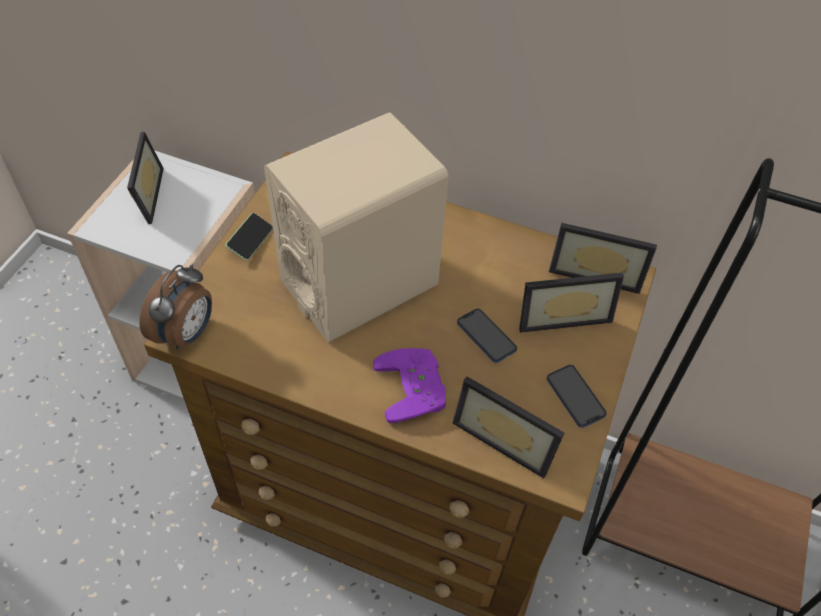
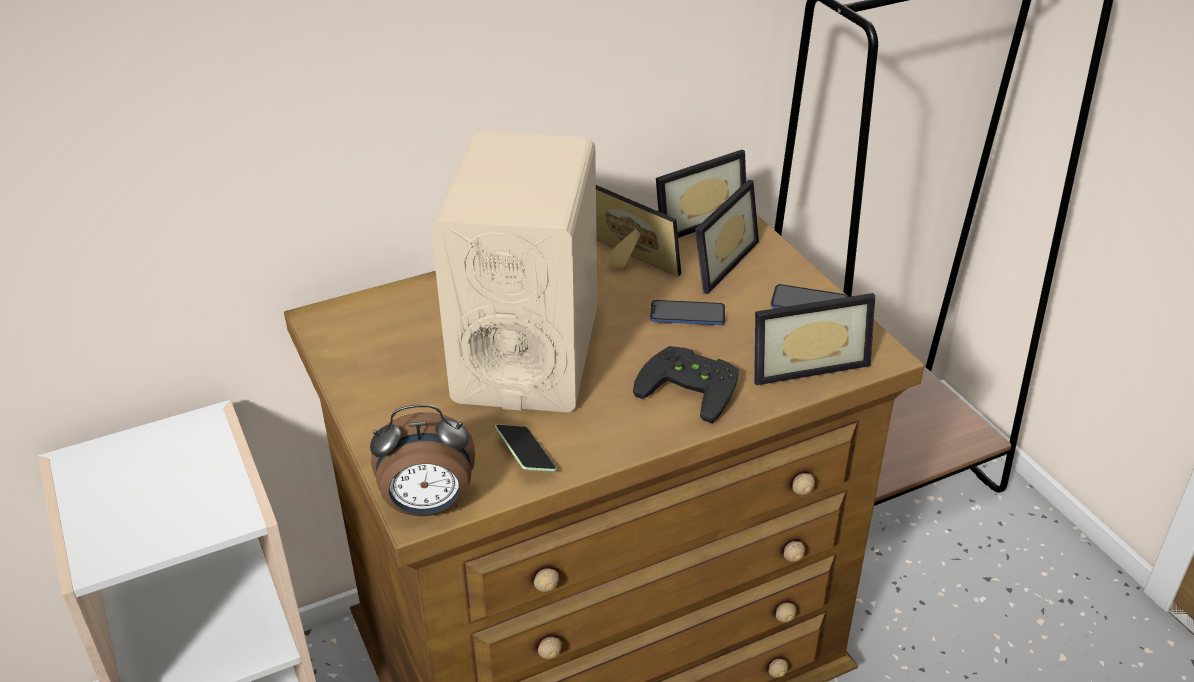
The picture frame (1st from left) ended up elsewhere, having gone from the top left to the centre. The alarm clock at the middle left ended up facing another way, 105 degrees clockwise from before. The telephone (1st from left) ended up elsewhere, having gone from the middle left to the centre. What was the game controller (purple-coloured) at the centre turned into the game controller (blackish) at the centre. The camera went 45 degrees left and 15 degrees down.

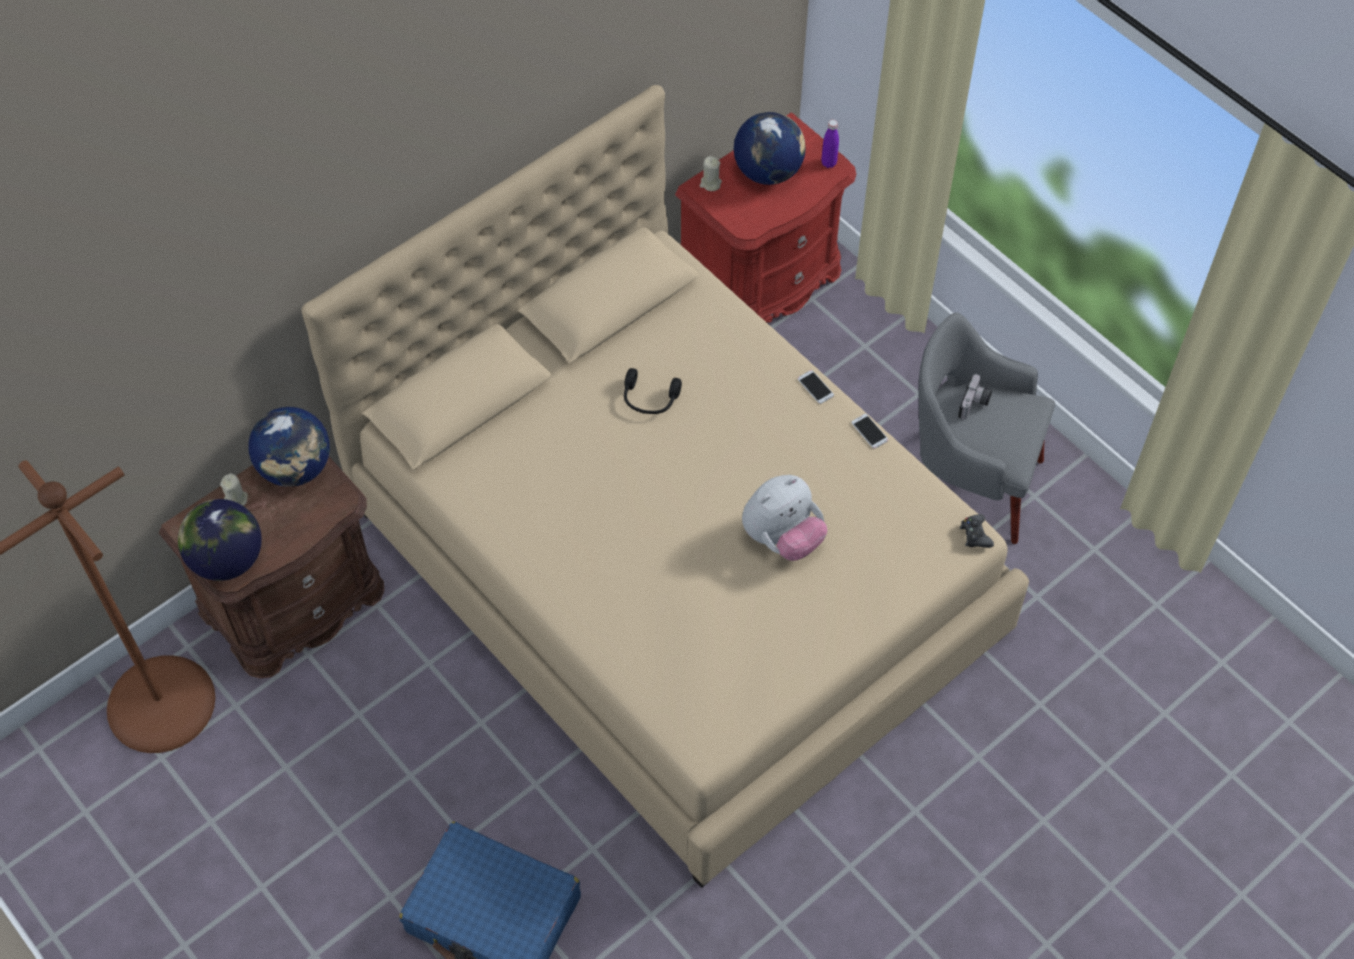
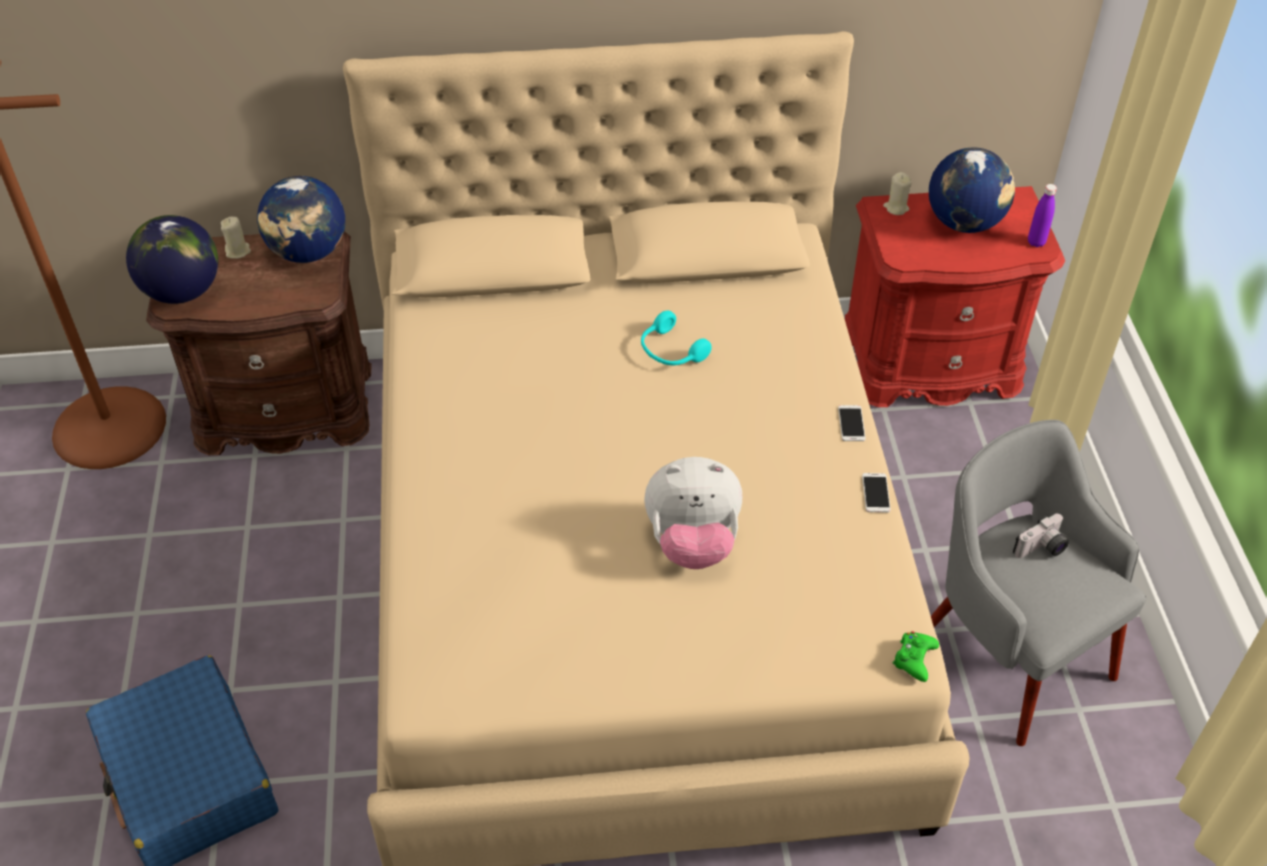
What was the pair of headphones (blackish) at the centre turned into the pair of headphones (turquoise-coloured) at the centre. What was the game controller (blackish) at the middle right turned into the game controller (green) at the bottom right. The camera went 35 degrees right and 10 degrees down.

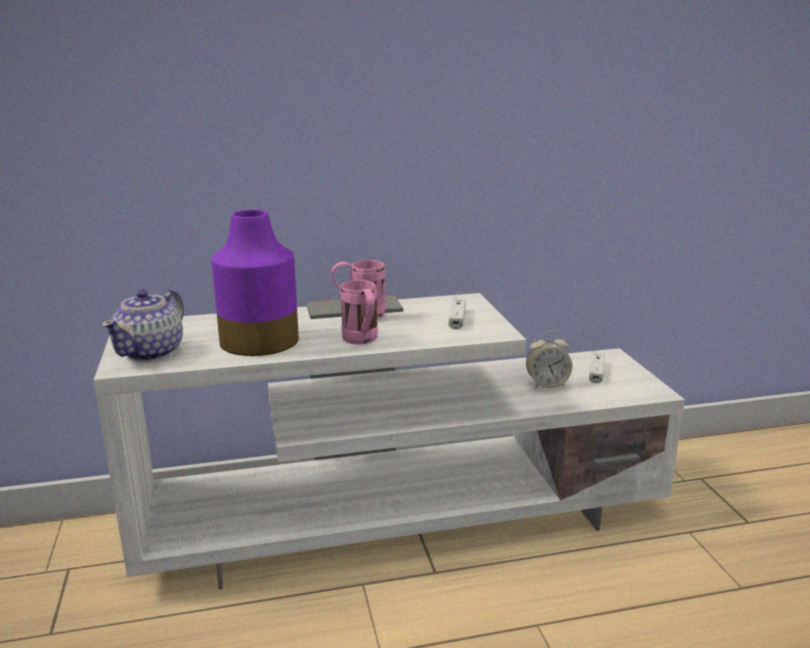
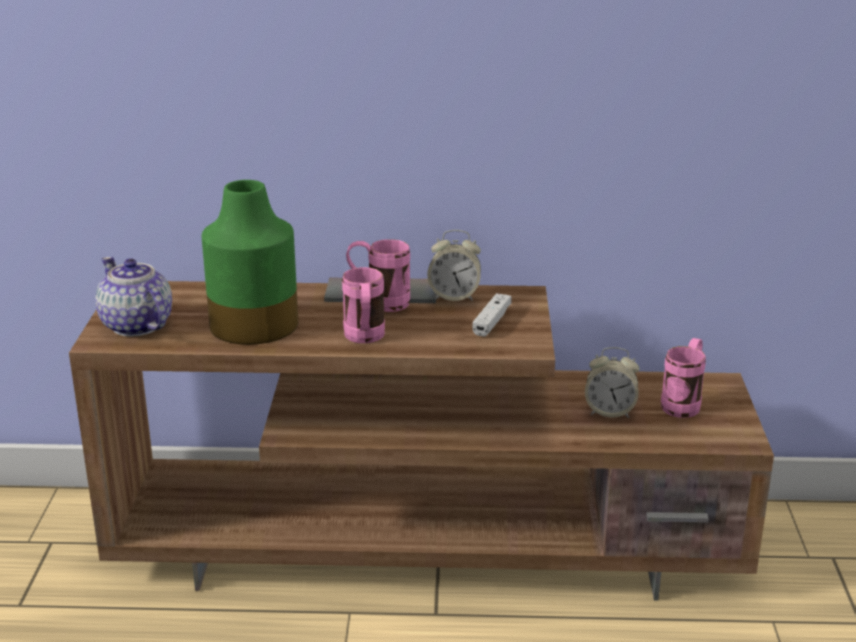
What was the media console (white) at the bottom centre turned into the media console (brown) at the bottom centre. The tea pot at the middle left ended up facing another way, 105 degrees clockwise from before. What was the flower vase (purple-coloured) at the middle left turned into the flower vase (green) at the middle left. Where the game controller (white) (2nd from left) stood at the middle right, the tea mug (pink) (3rd from left) came to stand at the middle right. The second view gained the alarm clock (1st from left) at the centre. The camera went 15 degrees right and 5 degrees up.

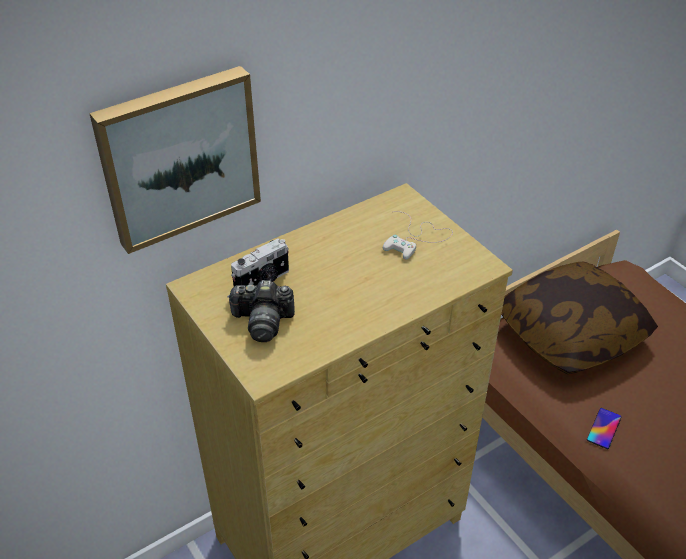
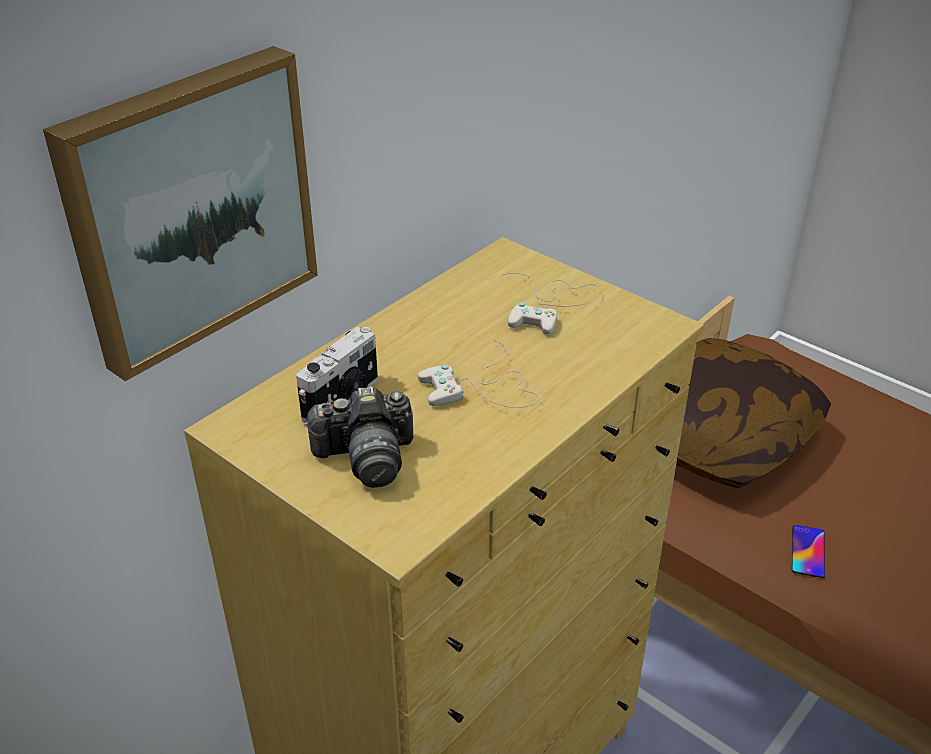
The second view gained the game controller (white) (1st from left) at the centre. The camera went 15 degrees left and 5 degrees down.

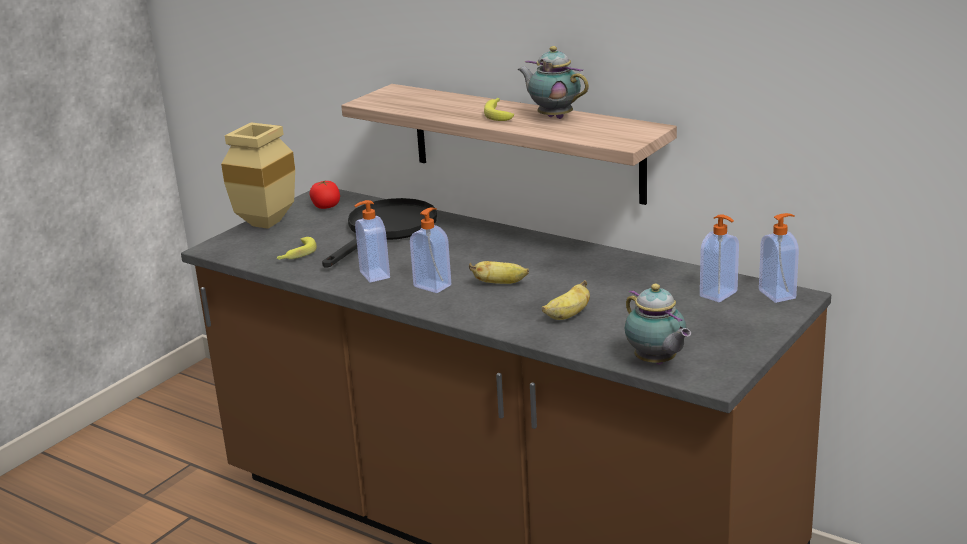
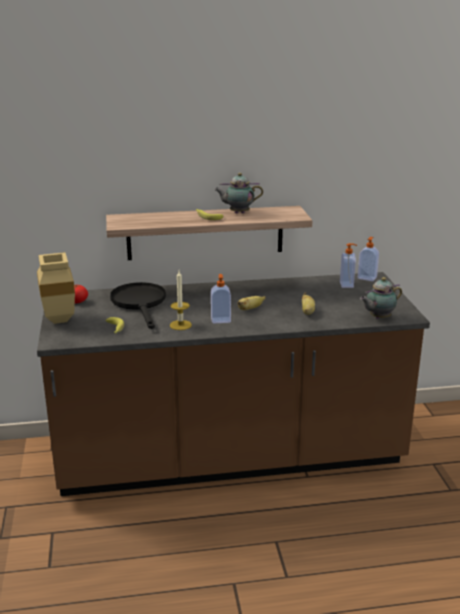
Where the liquid soap bottle (1st from left) stood at the centre, the wax light came to stand at the centre. The tea pot (2nd from left) at the middle right ended up facing another way, 135 degrees clockwise from before. The camera went 45 degrees left and 0 degrees up.

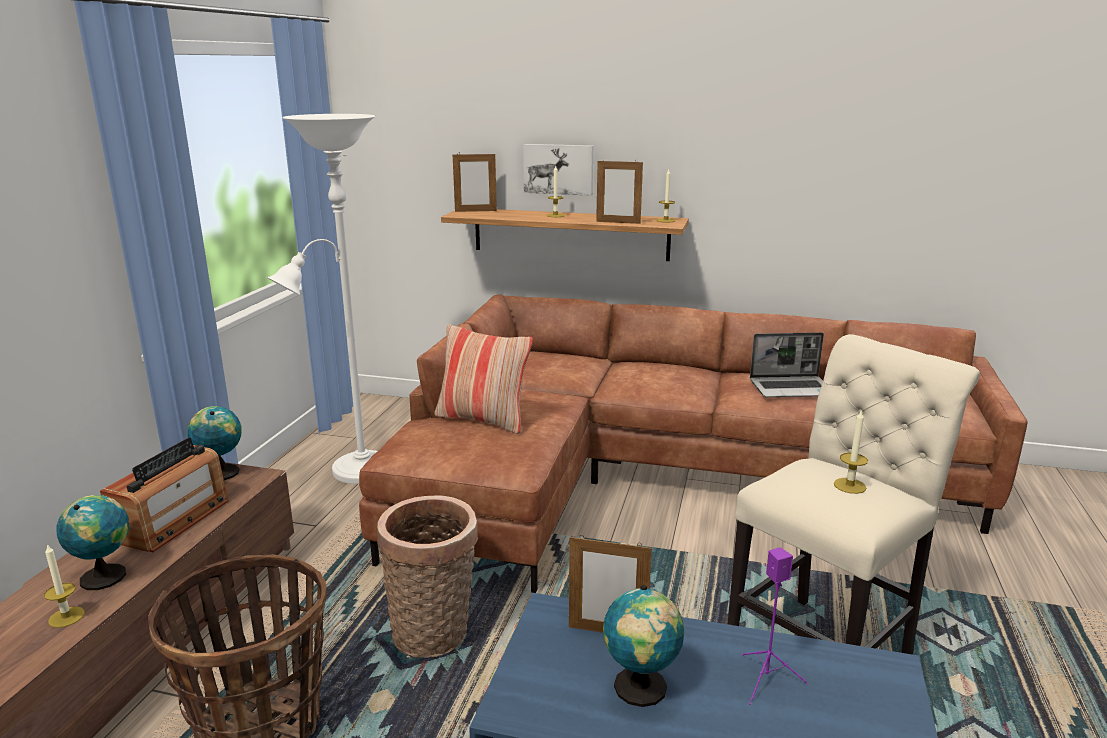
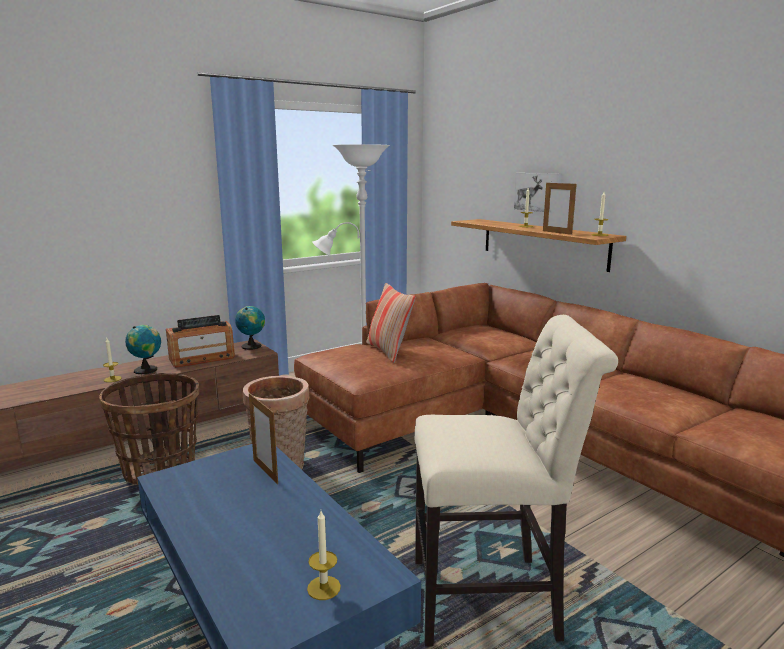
The second view lost the picture frame (1st from left) at the top centre. The second view lost the world globe (3rd from left) at the bottom centre. The second view lost the loudspeaker (purple-coloured) at the bottom right. The second view lost the notebook computer at the middle right. The wax light (4th from left in the first image) ended up elsewhere, having gone from the middle right to the bottom centre. The camera went 40 degrees right and 5 degrees down.

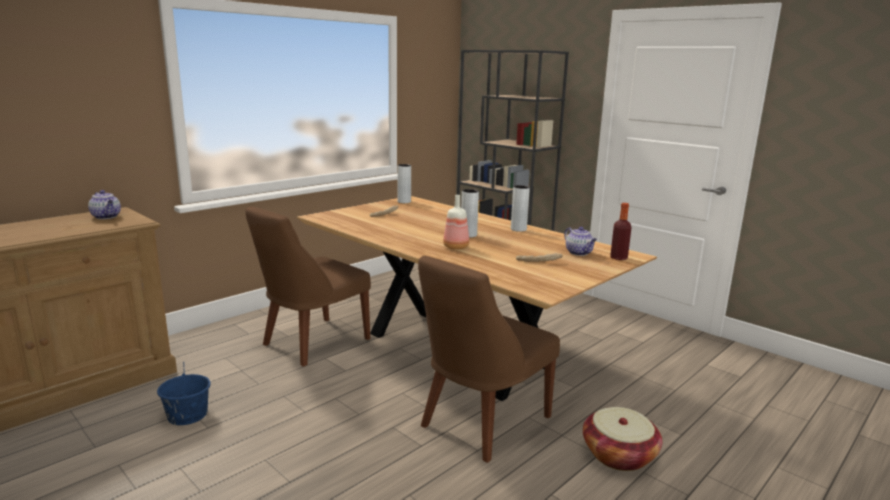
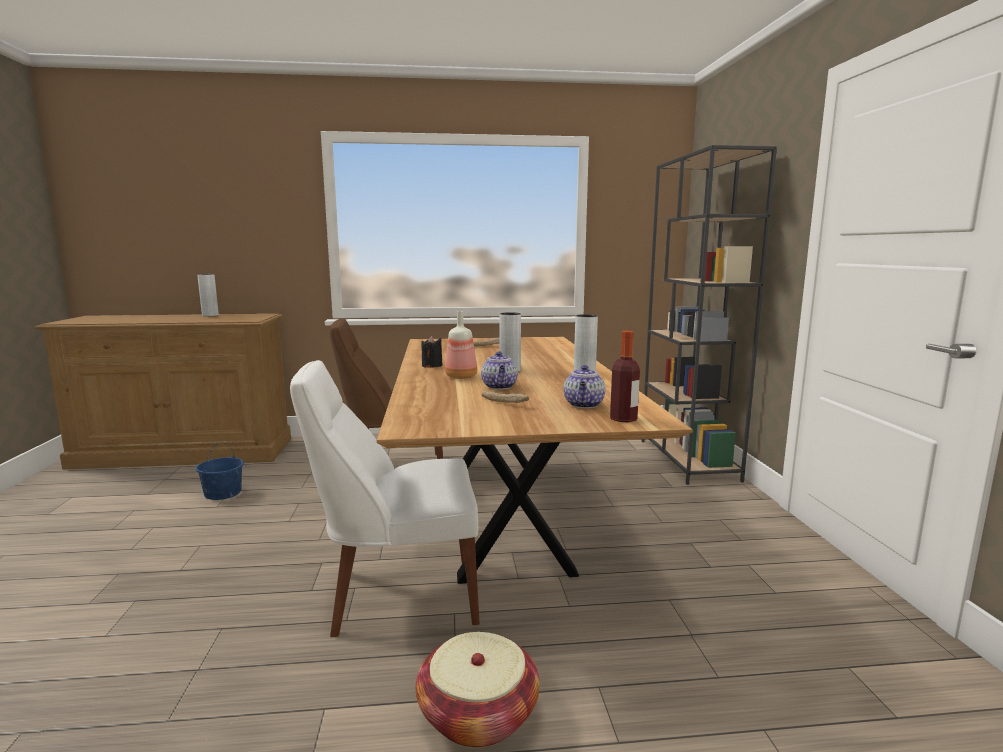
The tea pot (1st from left) ended up elsewhere, having gone from the middle left to the centre. The flower vase (gray) (1st from left) ended up elsewhere, having gone from the centre to the middle left. What was the plain chair (brown) (2nd from left) at the bottom centre turned into the plain chair (white) at the centre. The second view gained the wax light (blackish) at the centre. The camera went 40 degrees right and 5 degrees down.

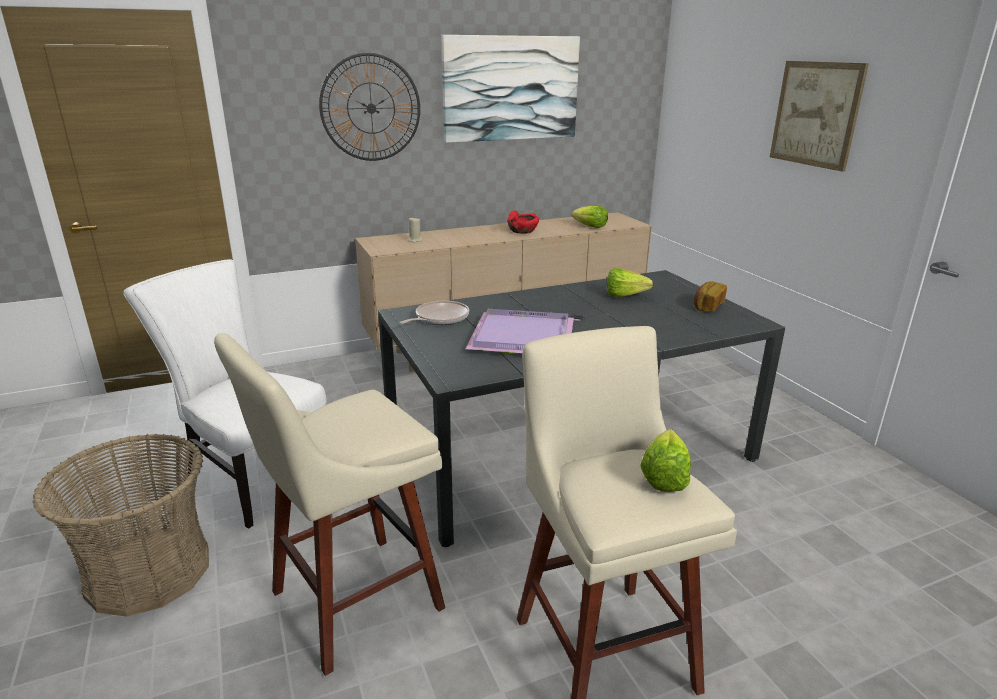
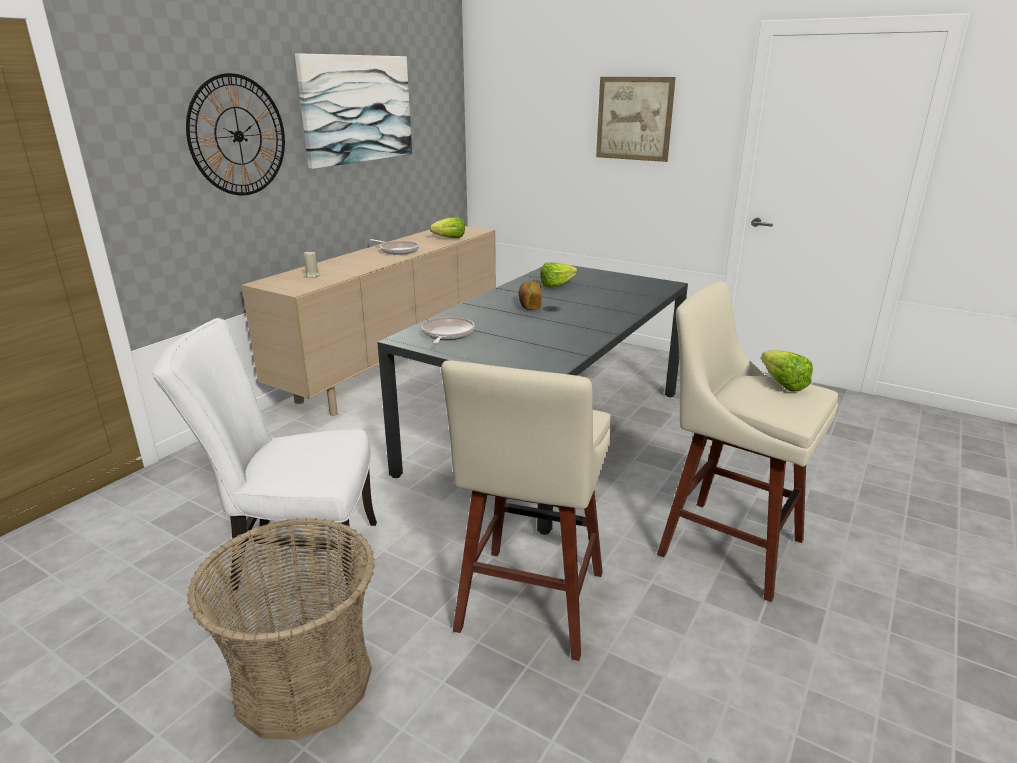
The second view lost the tray (purple-coloured) at the centre. Where the deep dish (reddish) stood at the top centre, the pan (1st from left) came to stand at the top centre. The baked bread ended up elsewhere, having gone from the middle right to the centre. The camera went 35 degrees left and 0 degrees up.

